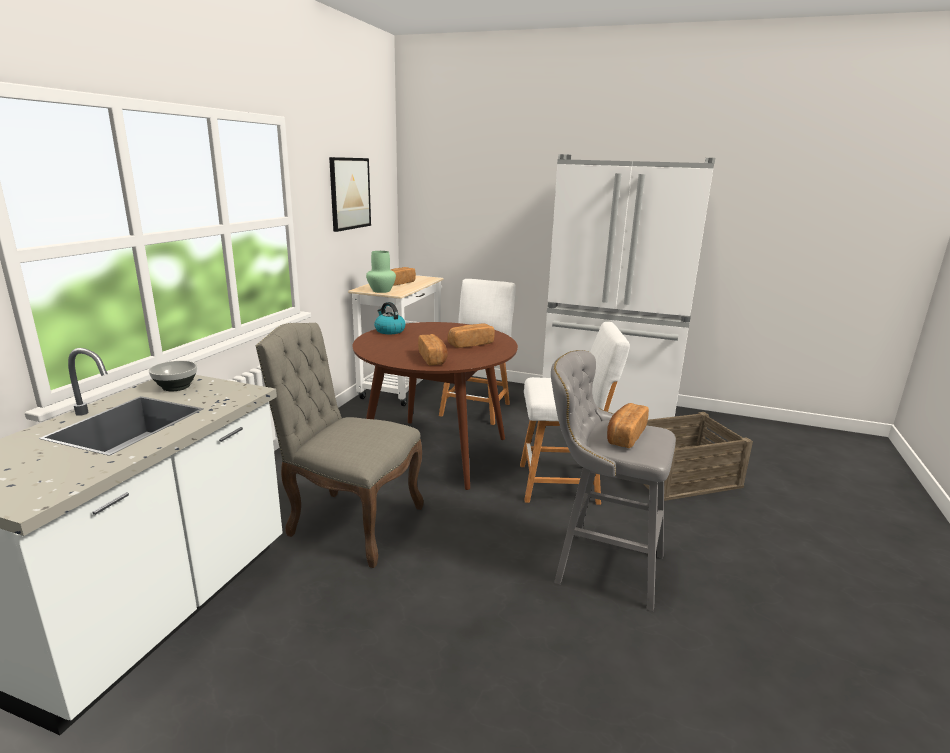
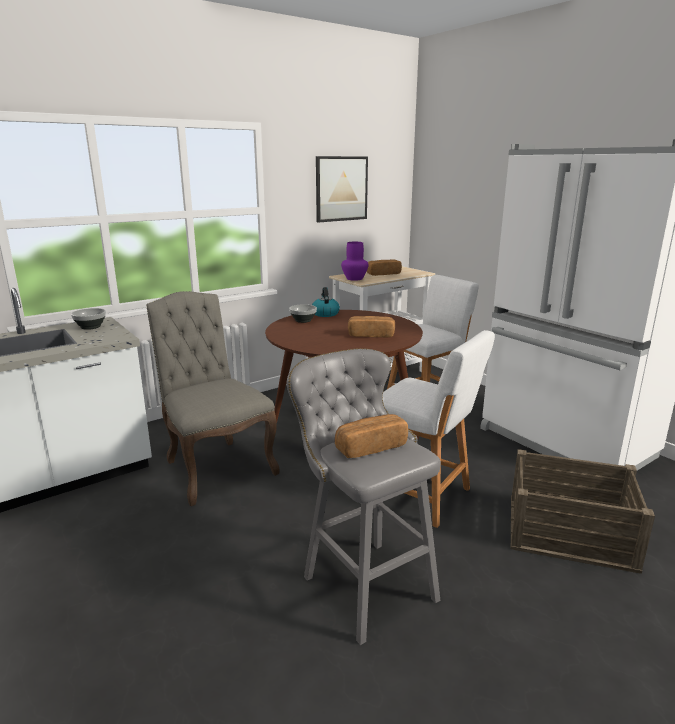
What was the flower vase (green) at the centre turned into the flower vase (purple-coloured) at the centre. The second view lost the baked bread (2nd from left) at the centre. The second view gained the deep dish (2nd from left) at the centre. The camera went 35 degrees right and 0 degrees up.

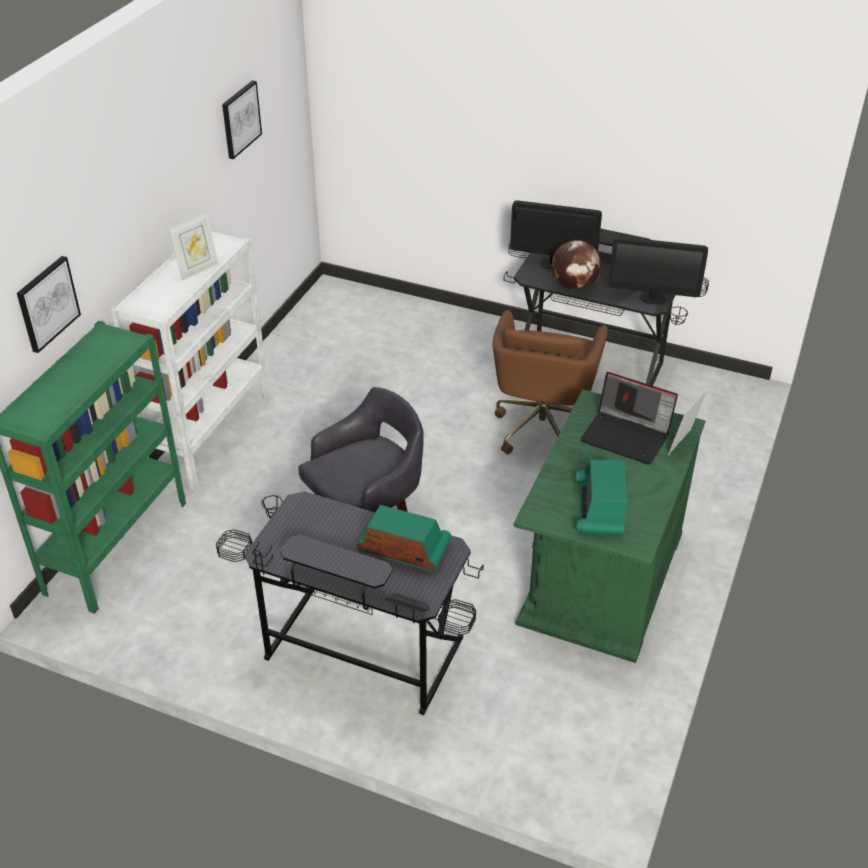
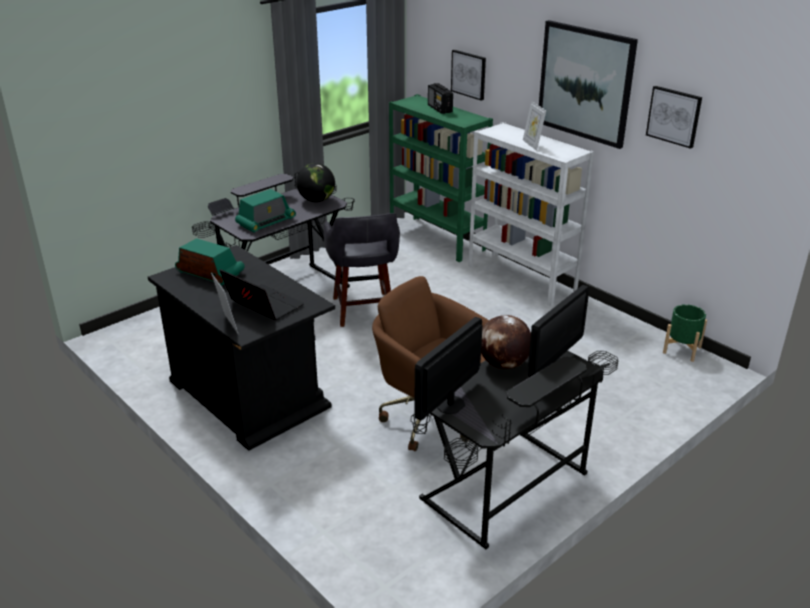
What was the cabinet (green) at the middle right turned into the cabinet (blackish) at the middle left. The notebook computer at the middle right ended up facing another way, 75 degrees clockwise from before. The second view gained the world globe (1st from left) at the top centre. The second view gained the radio set (3rd from left) at the top centre. The second view gained the picture (2nd from left) at the top right. The second view gained the plant pot (green) at the middle right. The camera went 115 degrees right and 10 degrees down.

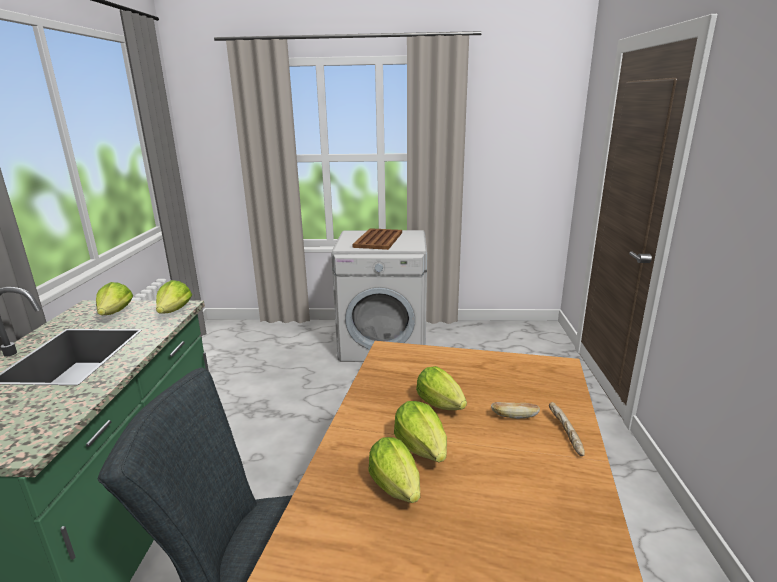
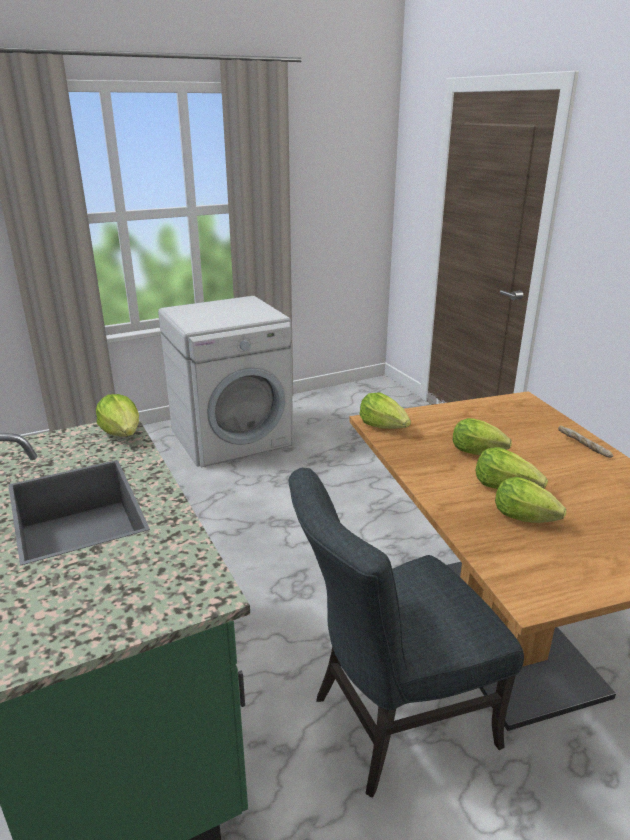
The head of lettuce (1st from left in the first image) ended up elsewhere, having gone from the middle left to the centre. The second view lost the tray (brown) at the centre. The second view lost the baked bread (1st from left) at the bottom centre. The camera went 30 degrees left and 5 degrees up.

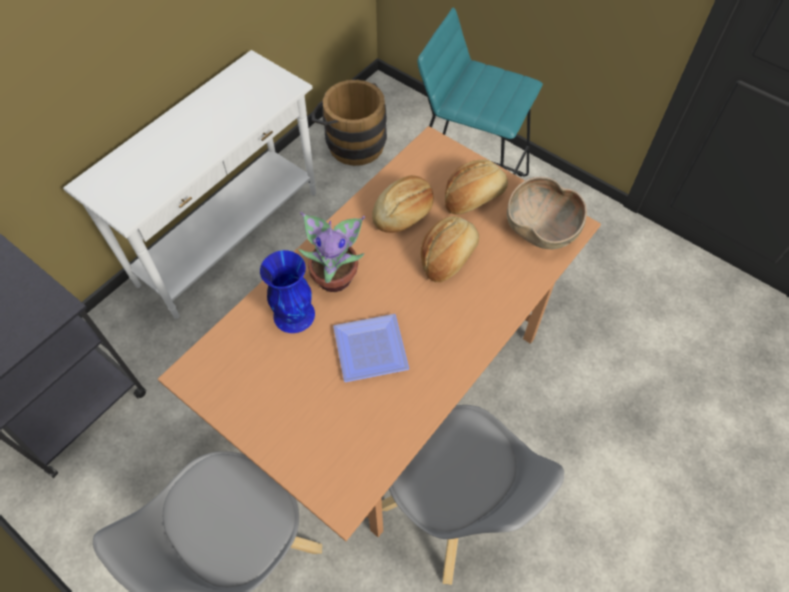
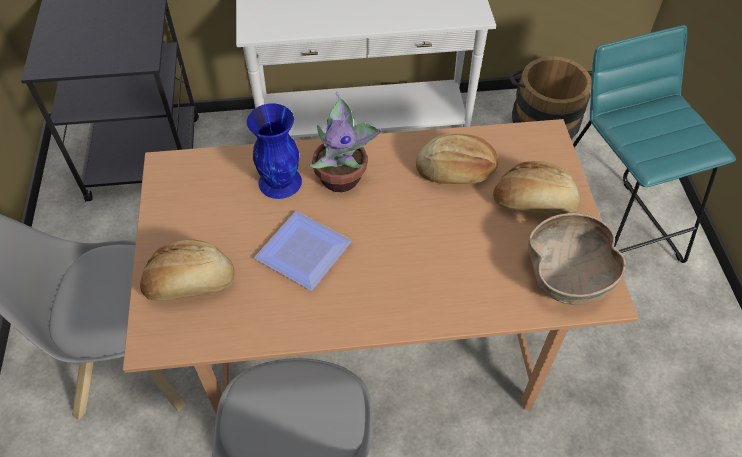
The baked bread (2nd from left in the first image) ended up elsewhere, having gone from the centre to the middle left. The camera went 45 degrees right and 5 degrees down.

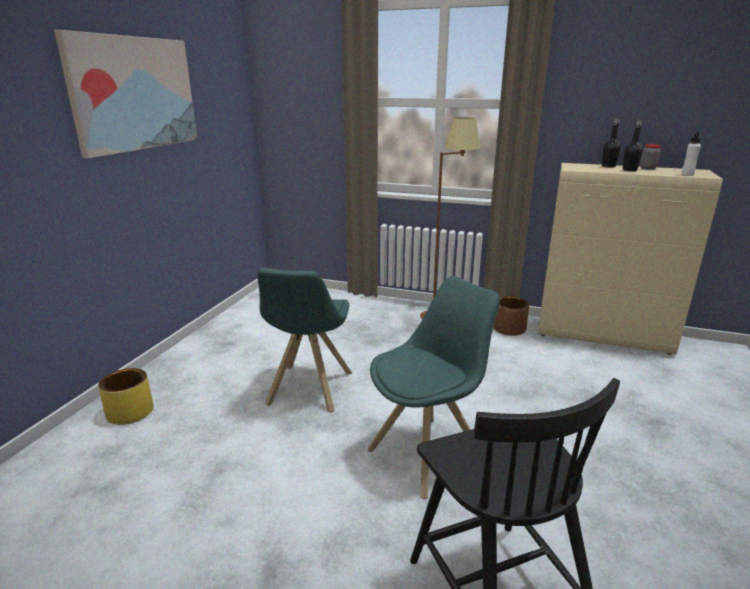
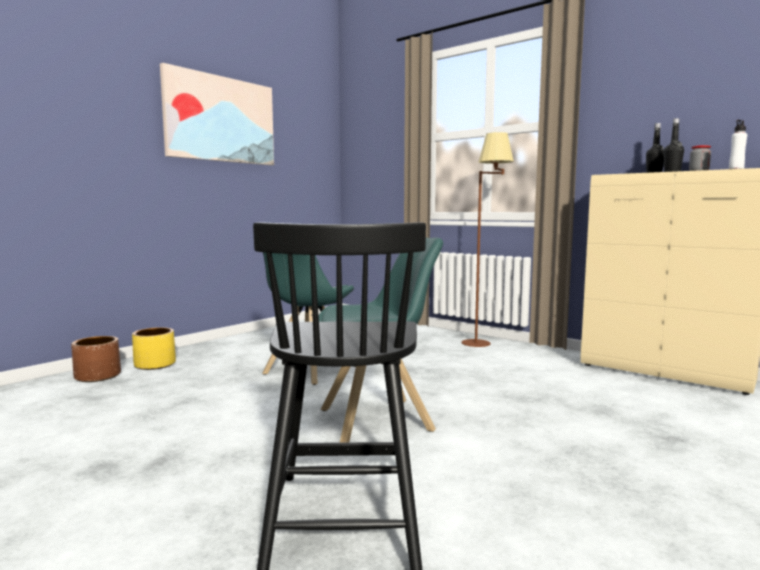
The plant pot (brown) ended up elsewhere, having gone from the middle right to the middle left. The camera went 20 degrees right and 15 degrees down.

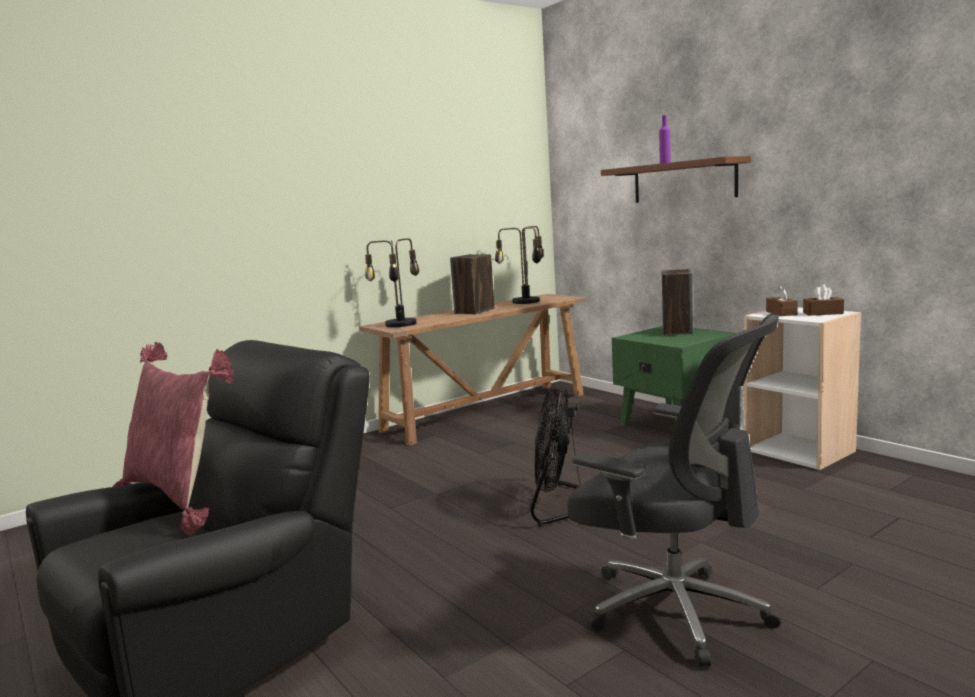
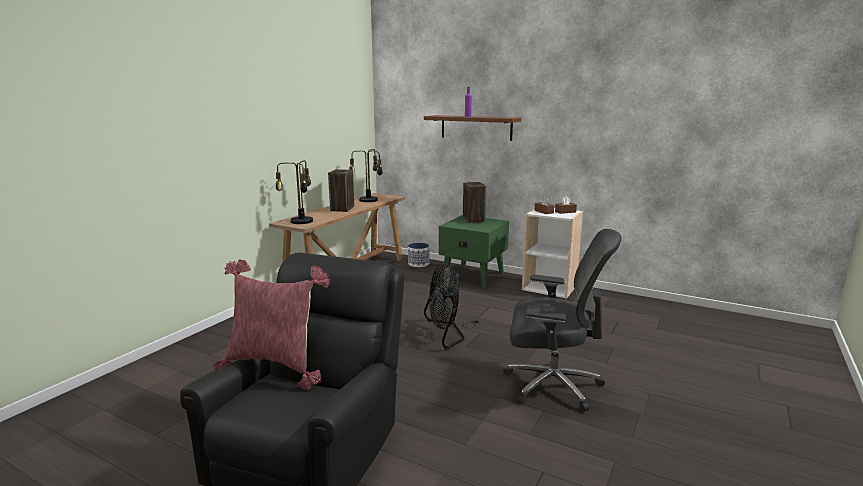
The second view gained the plant pot at the centre. The camera went 25 degrees left and 5 degrees up.

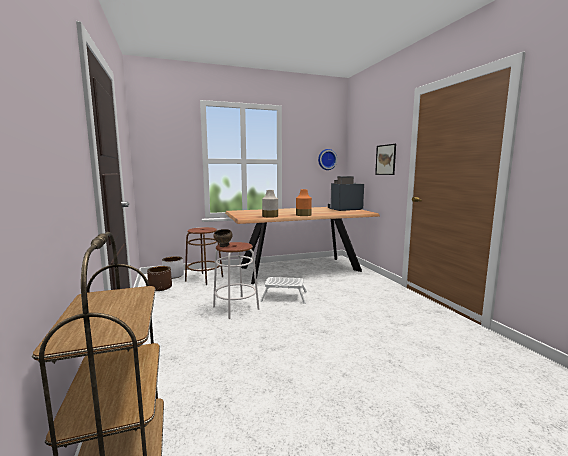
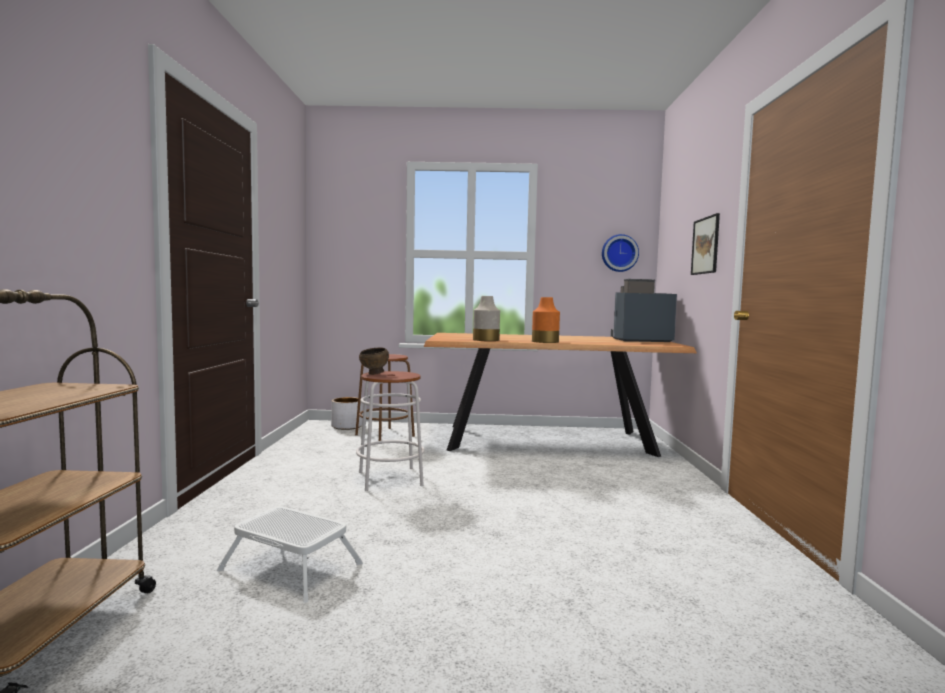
The second view lost the plant pot (brown) at the middle left. The step stool (white) ended up elsewhere, having gone from the centre to the bottom left. The camera went 20 degrees right and 5 degrees down.

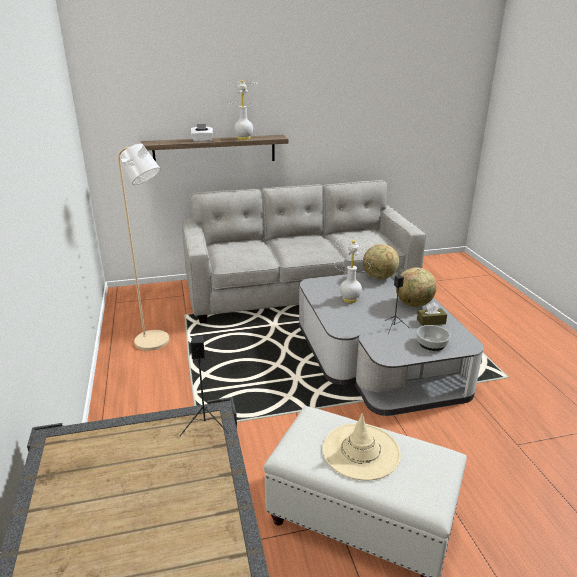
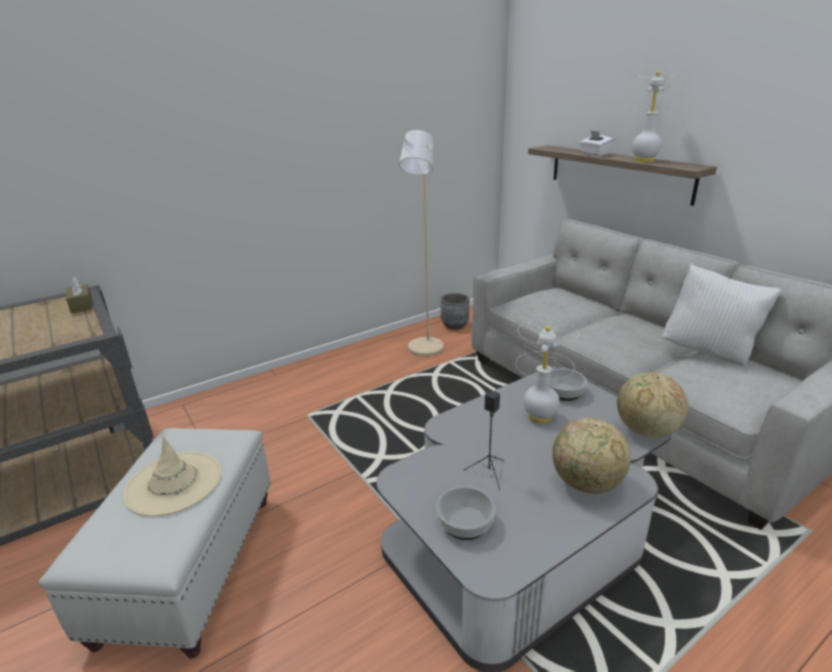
The second view lost the loudspeaker (blackish) (1st from left) at the bottom centre. The tissue box (brown) ended up elsewhere, having gone from the middle right to the middle left. The second view gained the plant pot (gray) at the centre. The second view gained the deep dish (2nd from left) at the middle right. The second view gained the cushion (white) at the middle right. The camera went 70 degrees right and 0 degrees up.

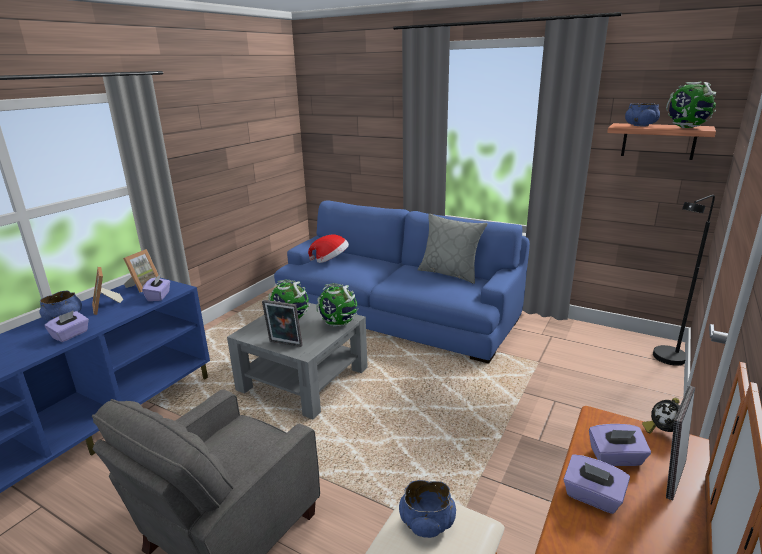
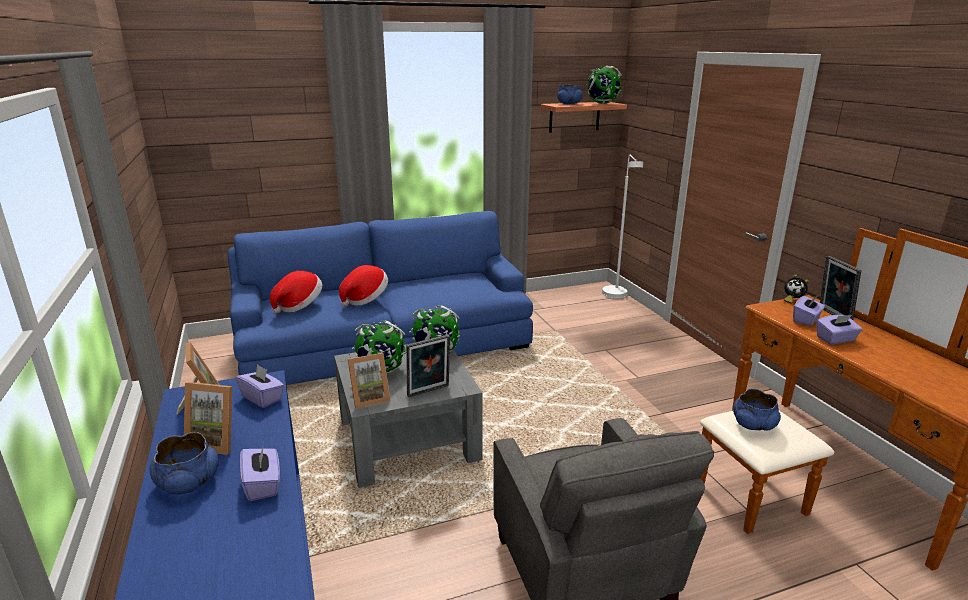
The second view lost the cushion (gray) at the centre. What was the standard lamp (blackish) at the middle right turned into the standard lamp (white) at the centre. The second view gained the wearable hat (2nd from left) at the centre. The second view gained the picture frame (3rd from left) at the centre. The camera went 50 degrees left and 0 degrees up.

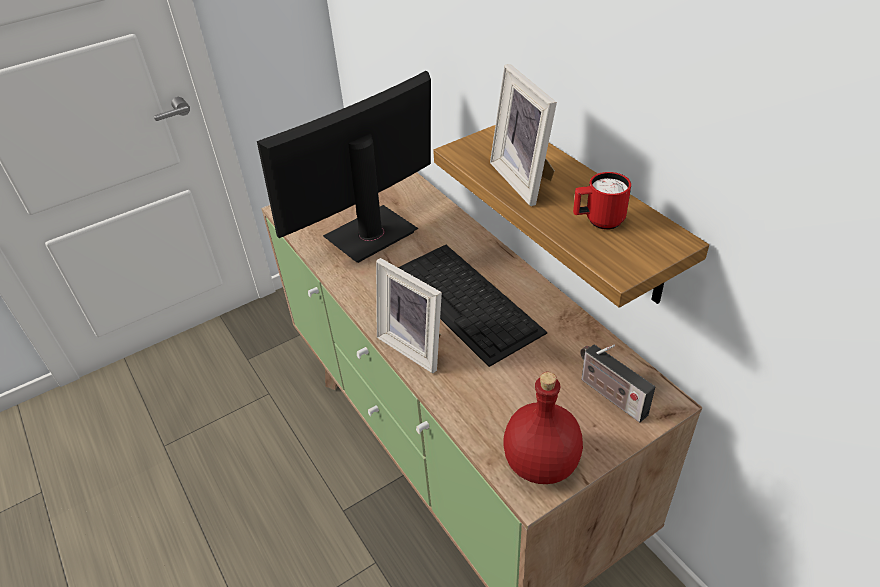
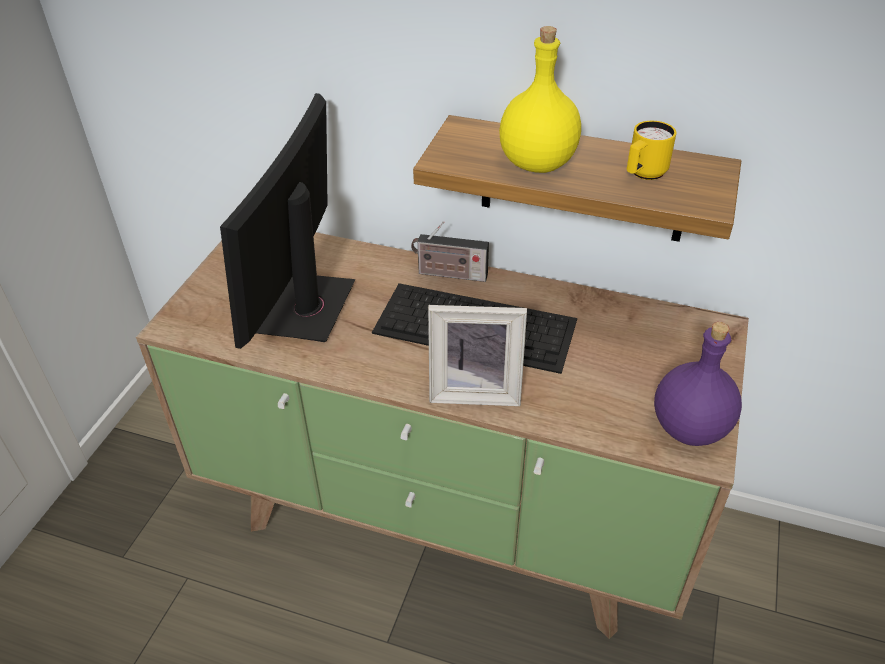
Where the picture frame (2nd from left) stood at the top centre, the drink bottle (yellowish) came to stand at the top centre. What was the drink bottle (reddish) at the bottom centre turned into the drink bottle (purple-coloured) at the middle right. What was the tea mug (reddish) at the middle right turned into the tea mug (yellowish) at the top right. The radio set ended up elsewhere, having gone from the middle right to the centre. The camera went 40 degrees left and 0 degrees up.

